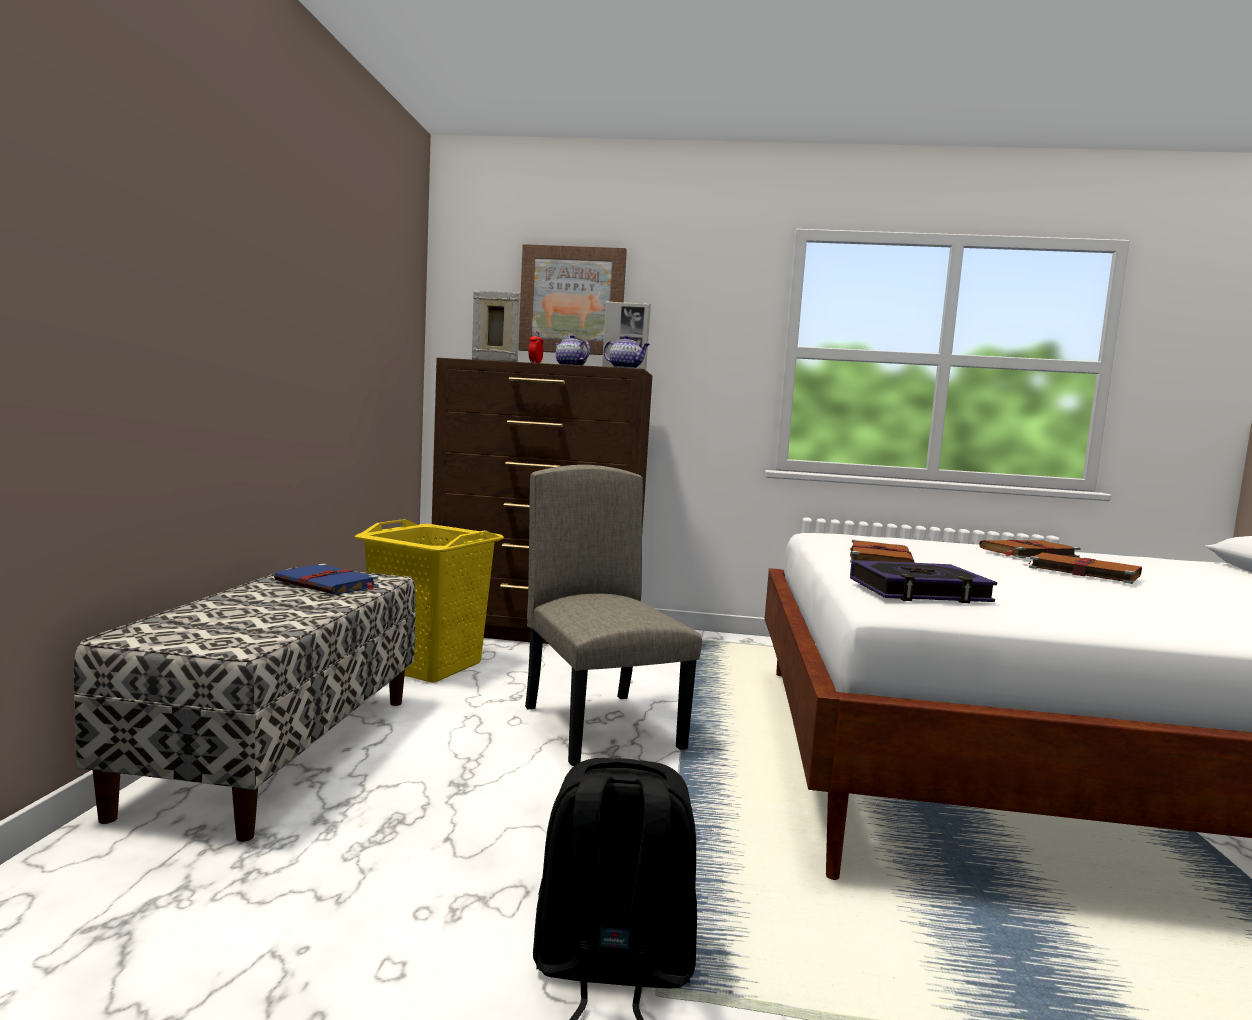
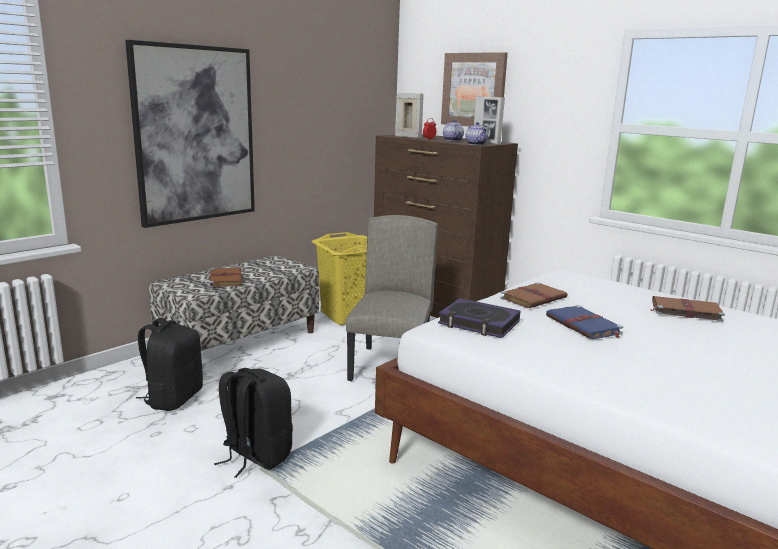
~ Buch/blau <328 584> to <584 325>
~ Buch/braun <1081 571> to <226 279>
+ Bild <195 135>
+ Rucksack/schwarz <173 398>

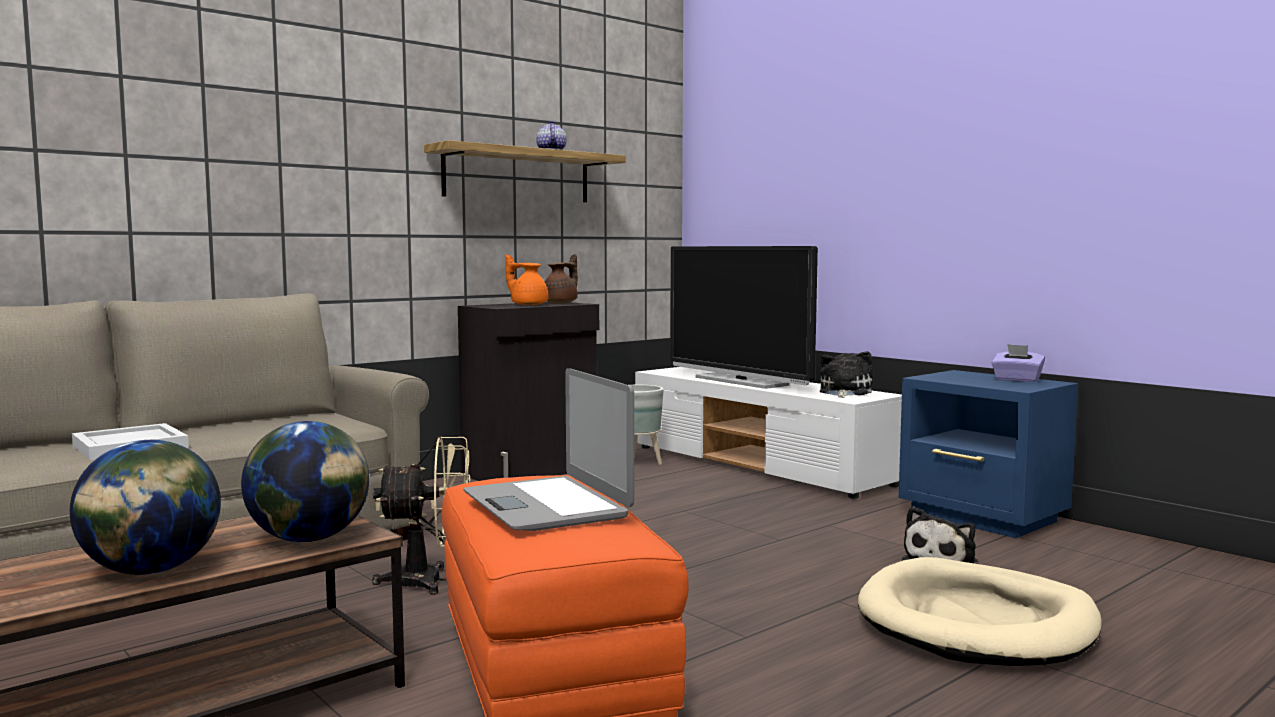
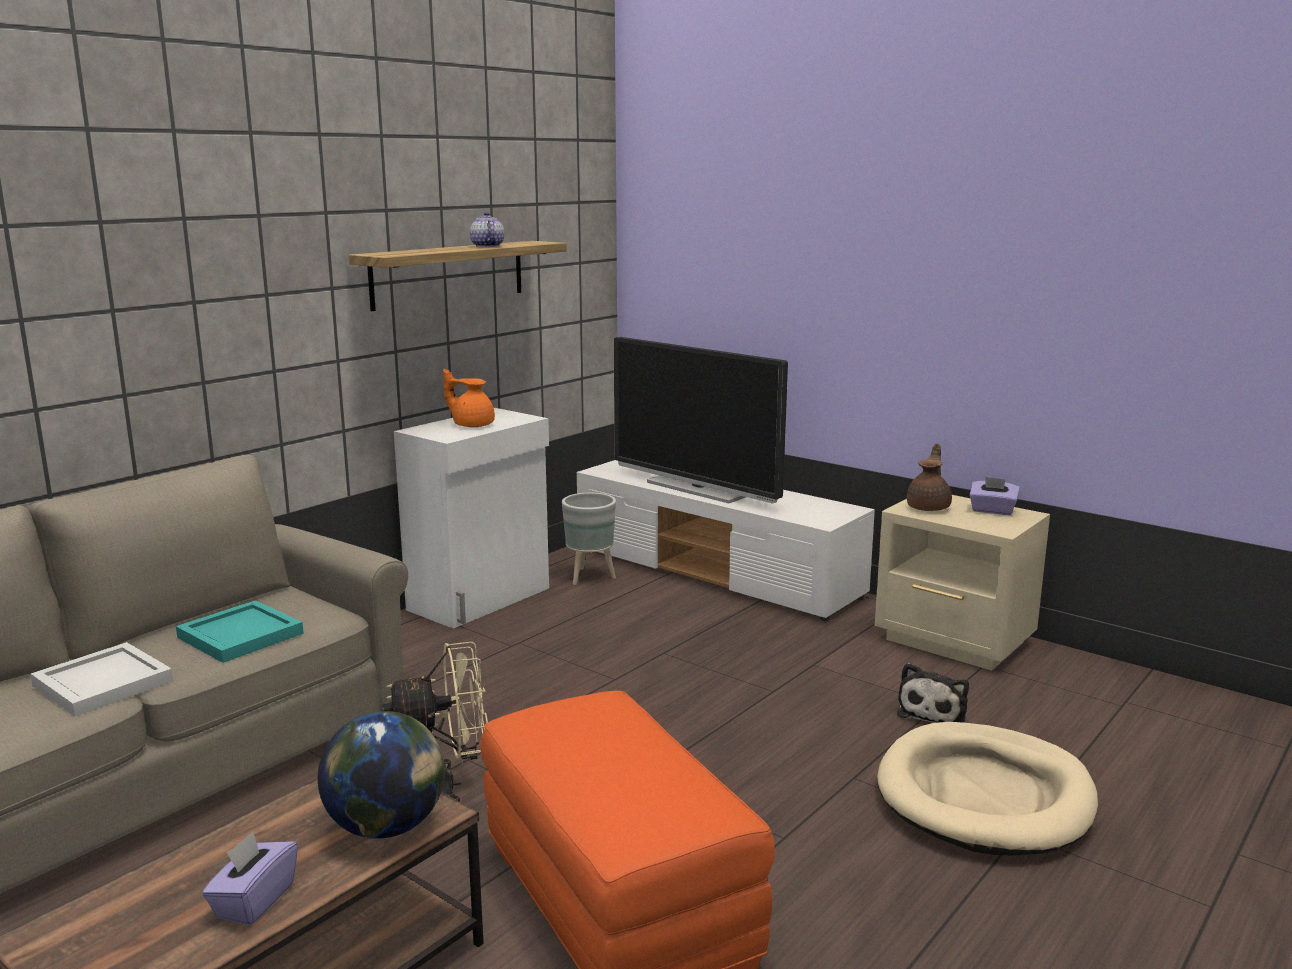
~ Globus <151 571> to Taschentuchbox/lila <254 901>
~ Schrank/schwarz <532 471> to Schrank/weiß <481 599>
- Laptop <547 505>
~ Teekanne/braun <561 303> to <929 507>
- Plüschtier <844 392>
~ Nachttisch/blau <983 518> to Nachttisch/beige <955 642>
+ Tablett/türkis <241 634>

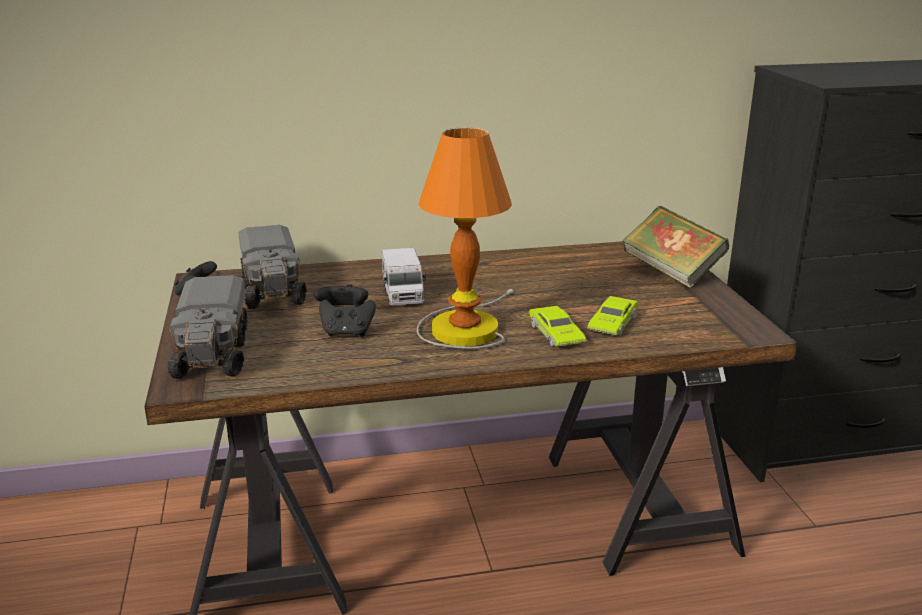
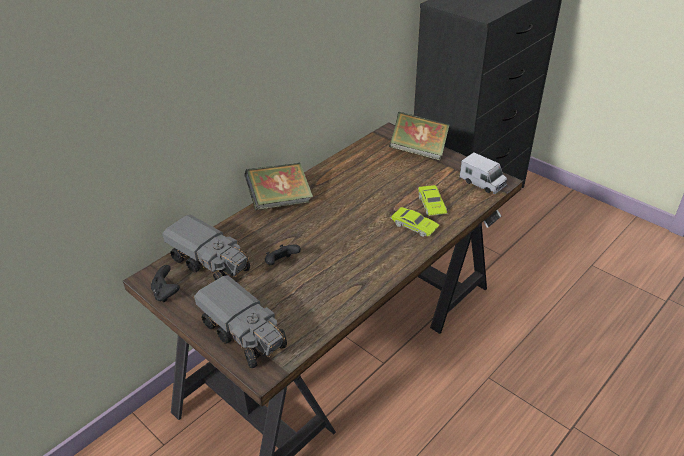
- Gamepad/schwarz <347 333>
~ Spielzeuglaster <403 294> to <482 183>
- Tischlampe <465 327>
+ Buch <280 202>

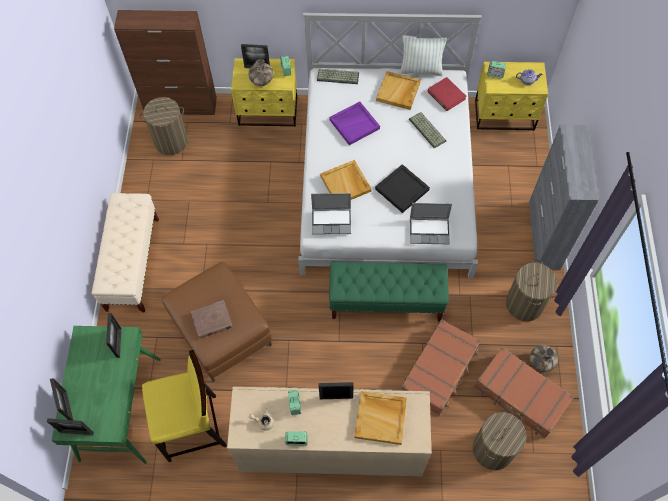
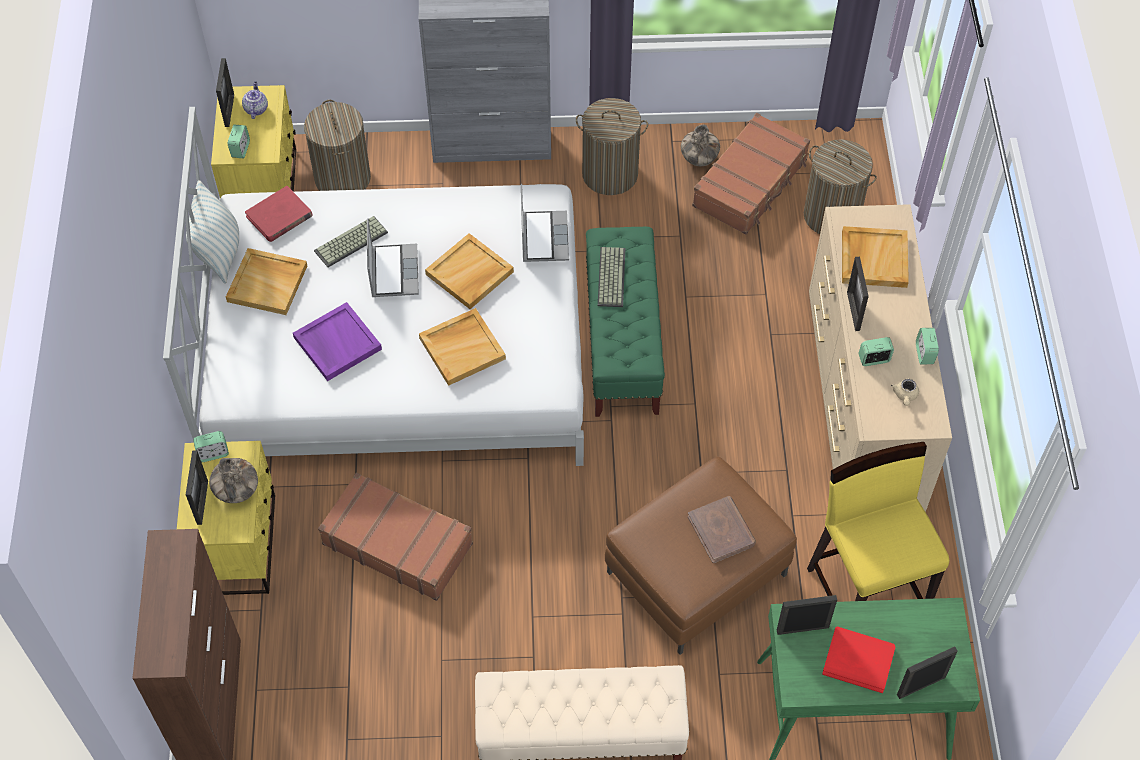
~ Bilderrahmen <77 432> to <229 110>
~ Wäschekorb <171 141> to <342 178>
~ Laptop <332 221> to <393 271>
~ Tastatur <338 76> to <610 276>
~ Tablett/schwarz <401 189> to Tablett/beige <469 274>
~ Koffer/braun <440 370> to <397 543>
+ Buch/rot <858 660>

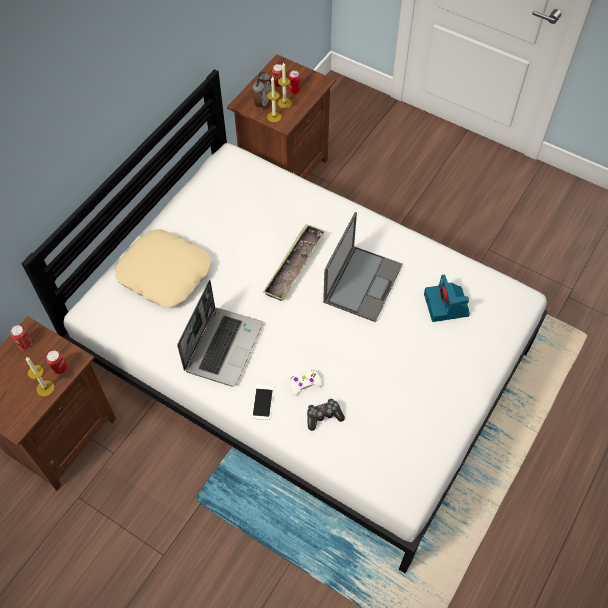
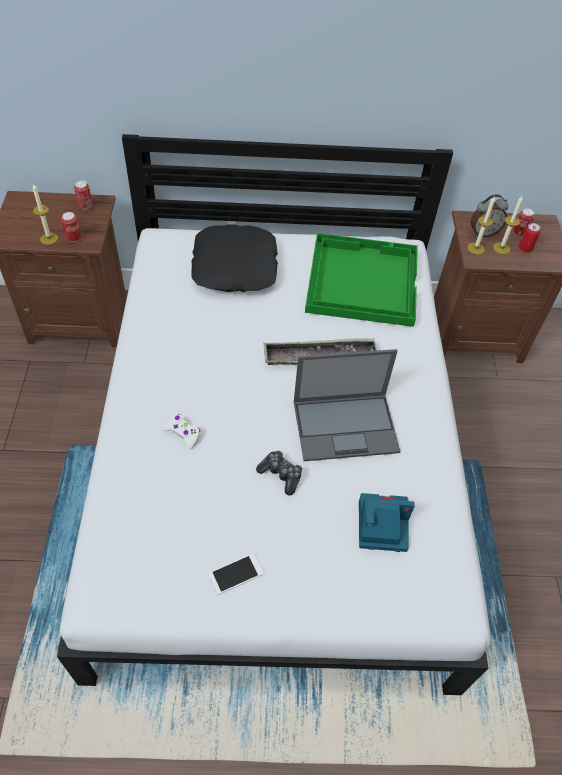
~ Kissen/beige <165 272> to Kissen/schwarz <235 266>
- Laptop <223 346>
~ Handy <263 402> to <236 574>
~ Gamepad <323 416> to <281 475>
~ Kamera <447 305> = <381 525> 45 degrees clockwise
+ Tablett/grün <361 280>

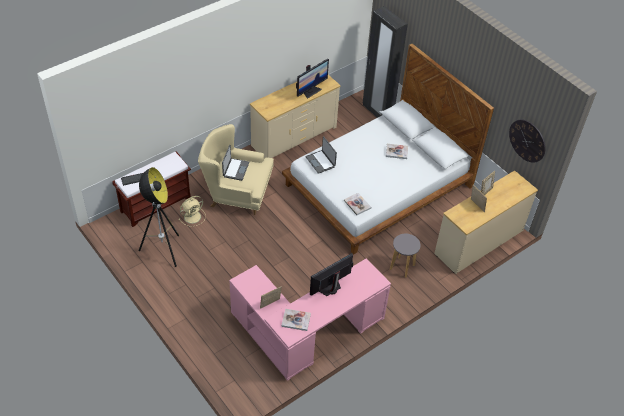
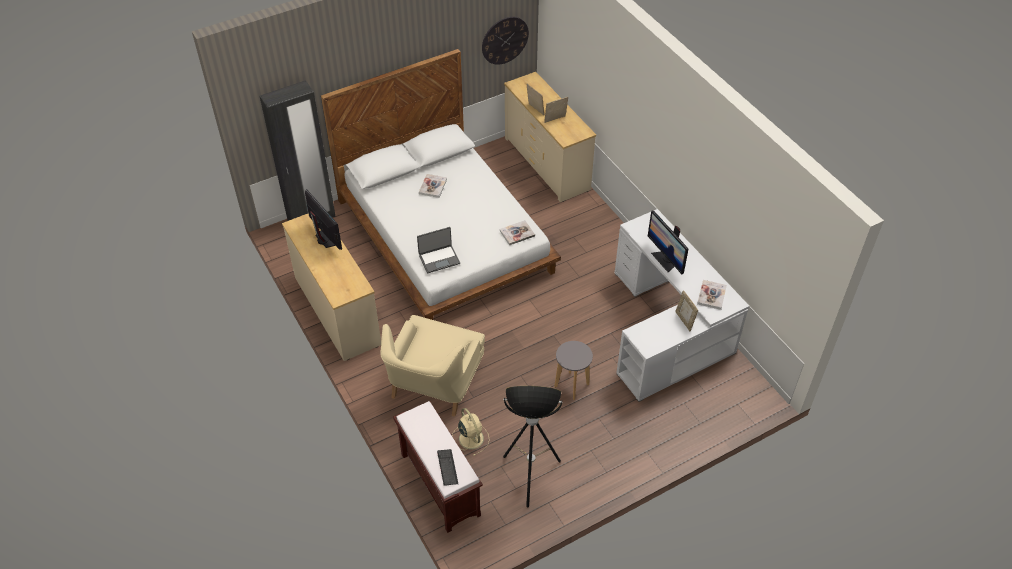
- Laptop <235 169>
~ Schreibtisch/rosa <305 332> to Schreibtisch/weiß <668 329>
~ Hocker/grau <402 267> to <571 385>

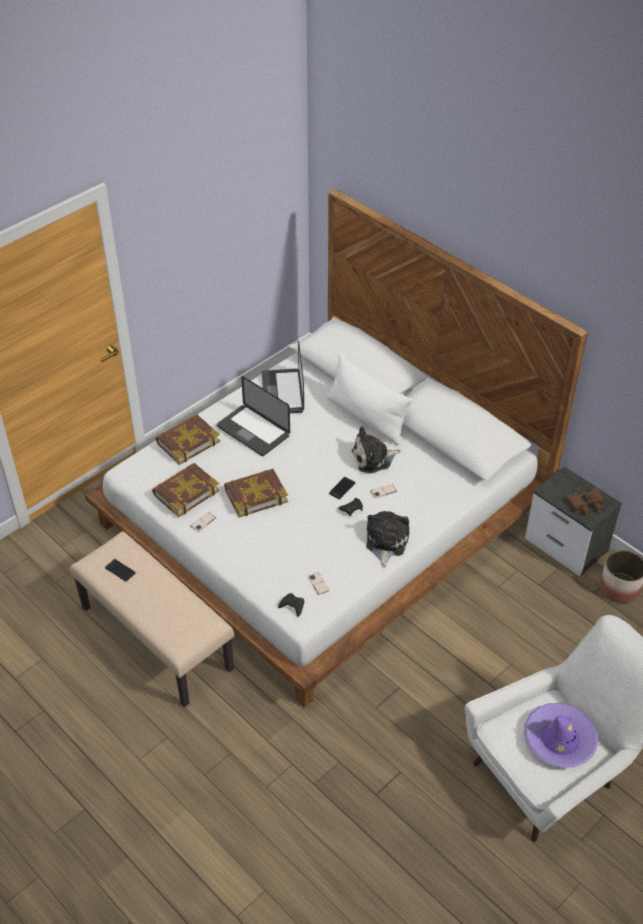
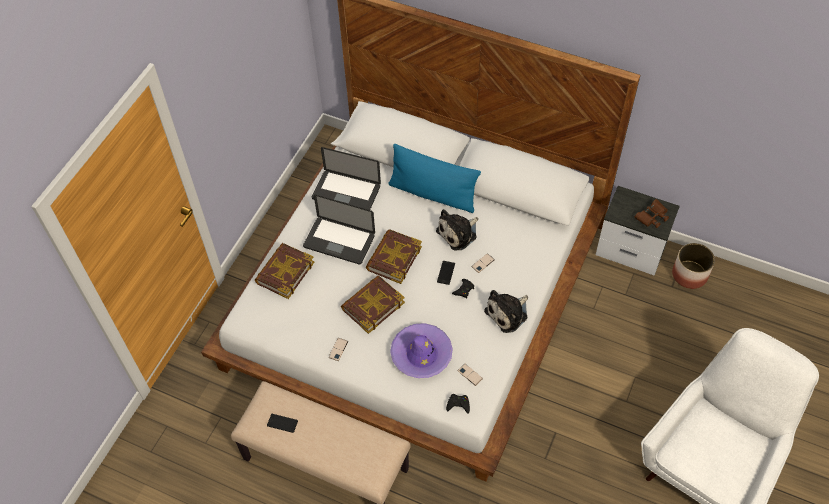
~ Buch <186 492> to <393 258>
~ Laptop <282 393> = <346 192> 45 degrees counterclockwise
~ Kissen/weiß <366 417> to Kissen/blau <433 194>
~ Plüschtier <386 542> = <508 313> 120 degrees counterclockwise
~ Hut/lila <559 739> to <421 354>

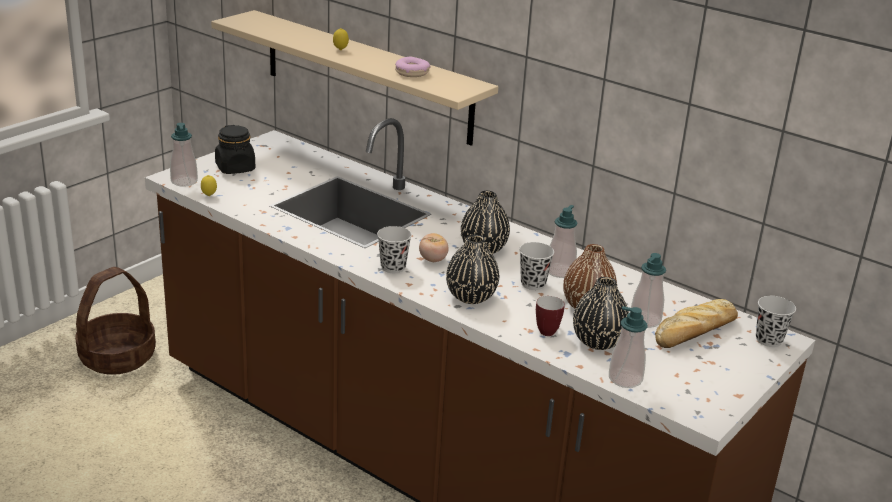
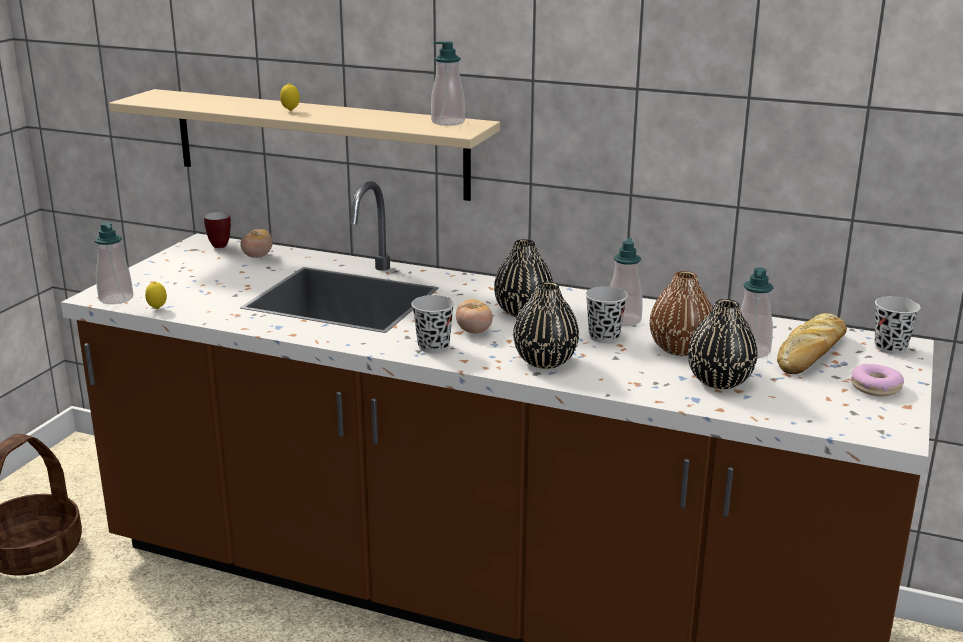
- Vorratsglas/schwarz <235 168>
~ Donut <412 73> to <875 387>
~ Henkelbecher <547 330> to <220 244>
~ Seifenspender <625 379> to <448 122>
+ Tomate <257 256>

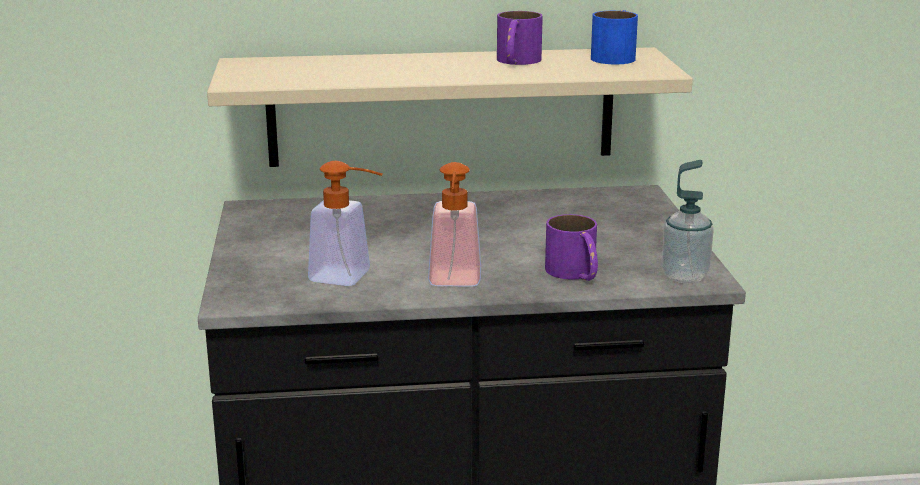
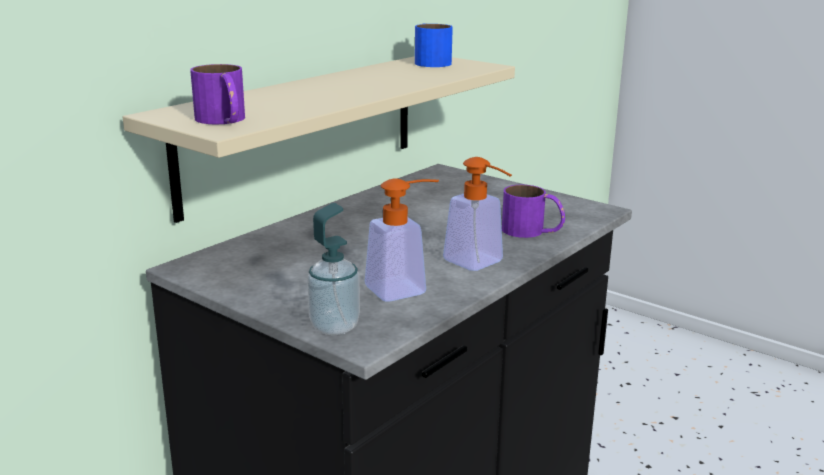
~ Henkelbecher/lila <516 62> to <224 121>
~ Seifenspender <684 276> to <334 326>

